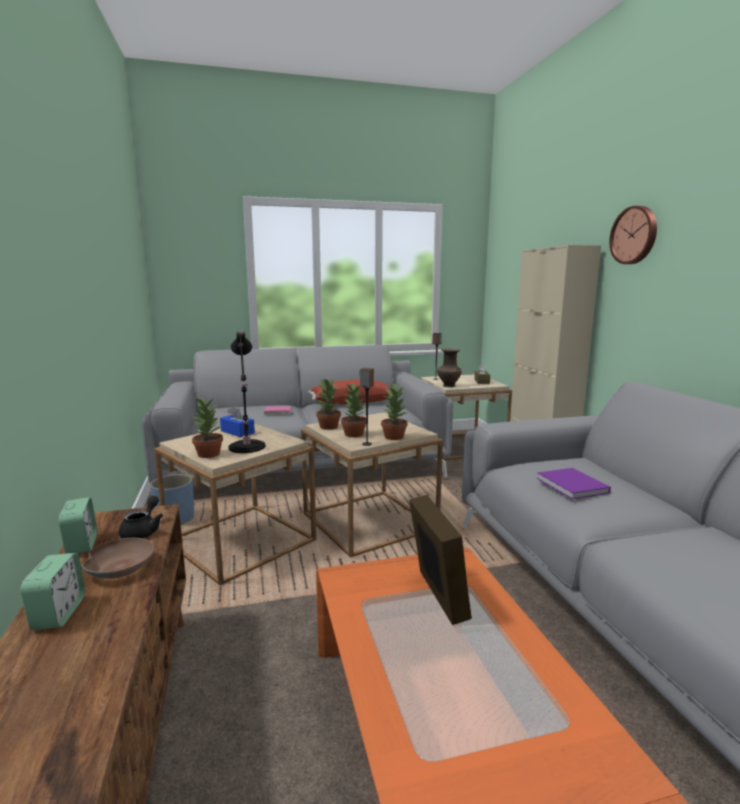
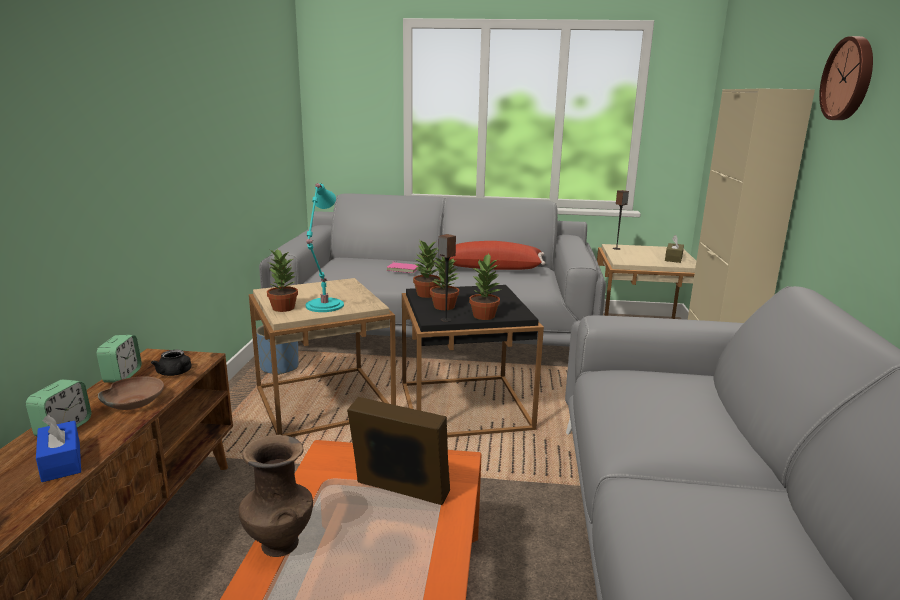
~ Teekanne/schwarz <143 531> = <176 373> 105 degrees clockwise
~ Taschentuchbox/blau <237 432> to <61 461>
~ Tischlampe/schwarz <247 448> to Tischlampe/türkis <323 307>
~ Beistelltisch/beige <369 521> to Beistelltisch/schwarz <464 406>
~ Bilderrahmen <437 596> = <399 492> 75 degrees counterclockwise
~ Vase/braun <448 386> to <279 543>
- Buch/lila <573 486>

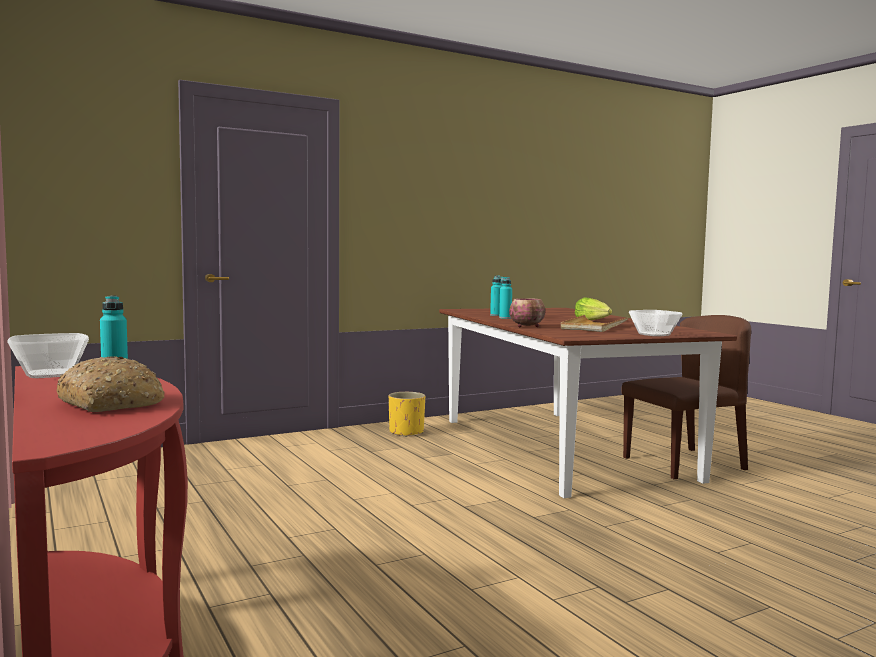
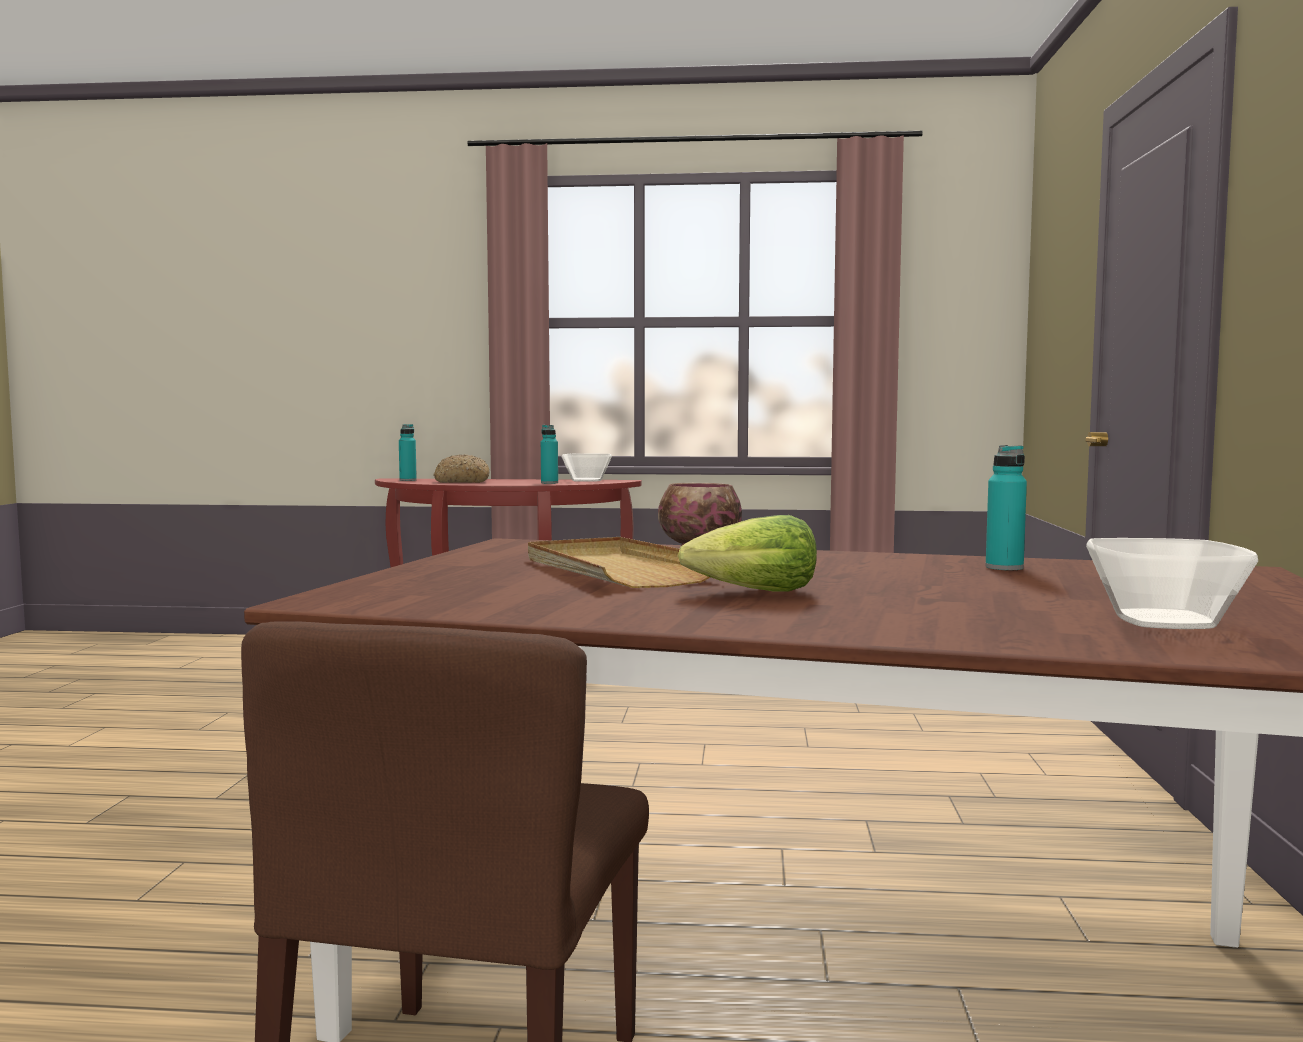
- Pflanzkübel/gelb <406 432>
~ Flasche/türkis <505 318> to <408 480>
~ Schüssel <655 334> to <1163 621>

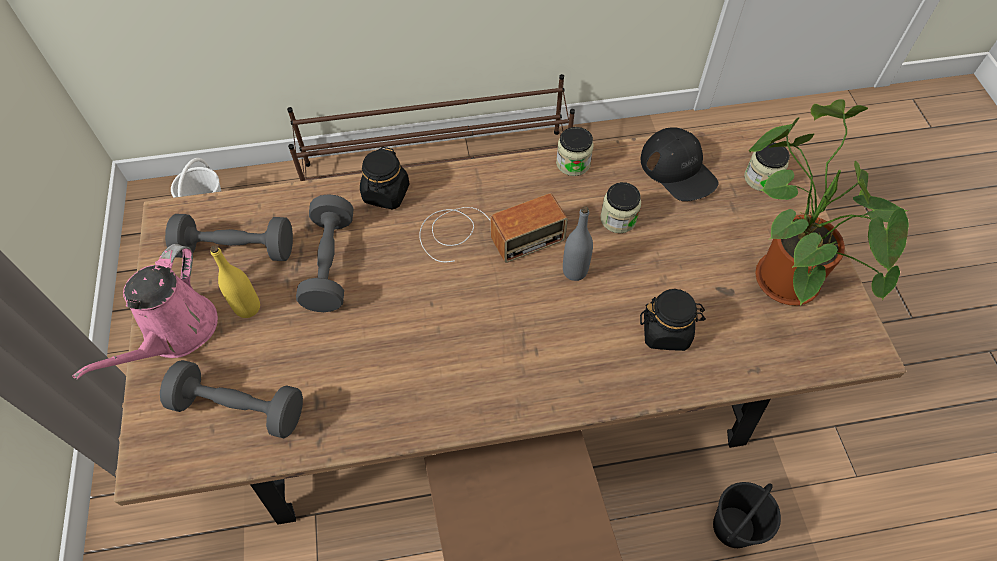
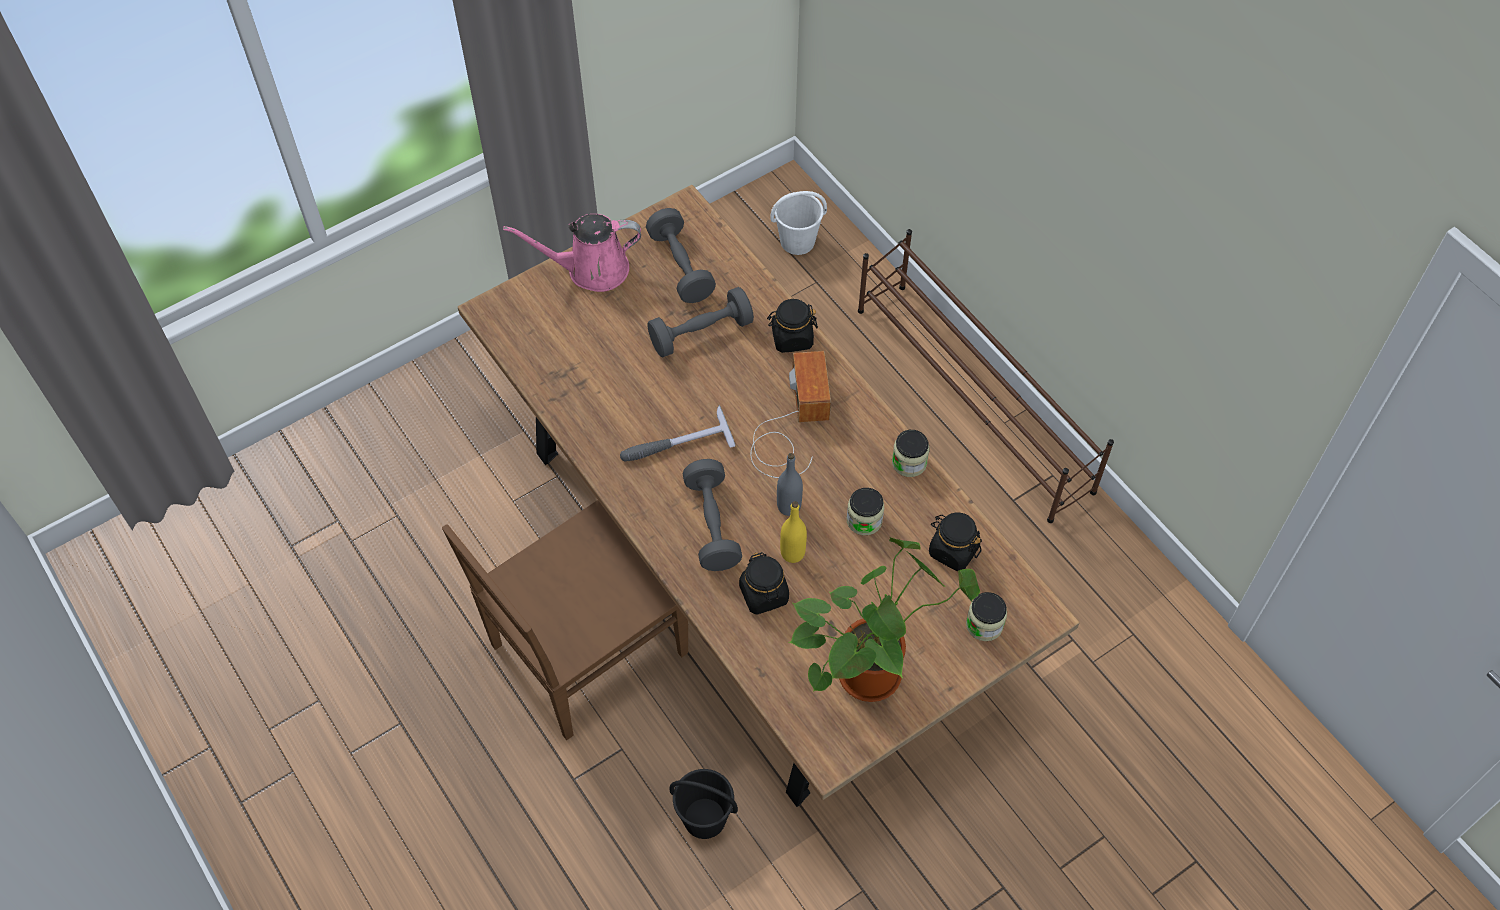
~ Hantel/grau <239 408> to <712 524>
~ Flasche/gelb <247 307> to <792 553>
~ Radio <485 234> = <790 426> 135 degrees counterclockwise
~ Kappe/schwarz <678 170> to Vorratsglas/schwarz <953 550>
+ Hammer <674 443>

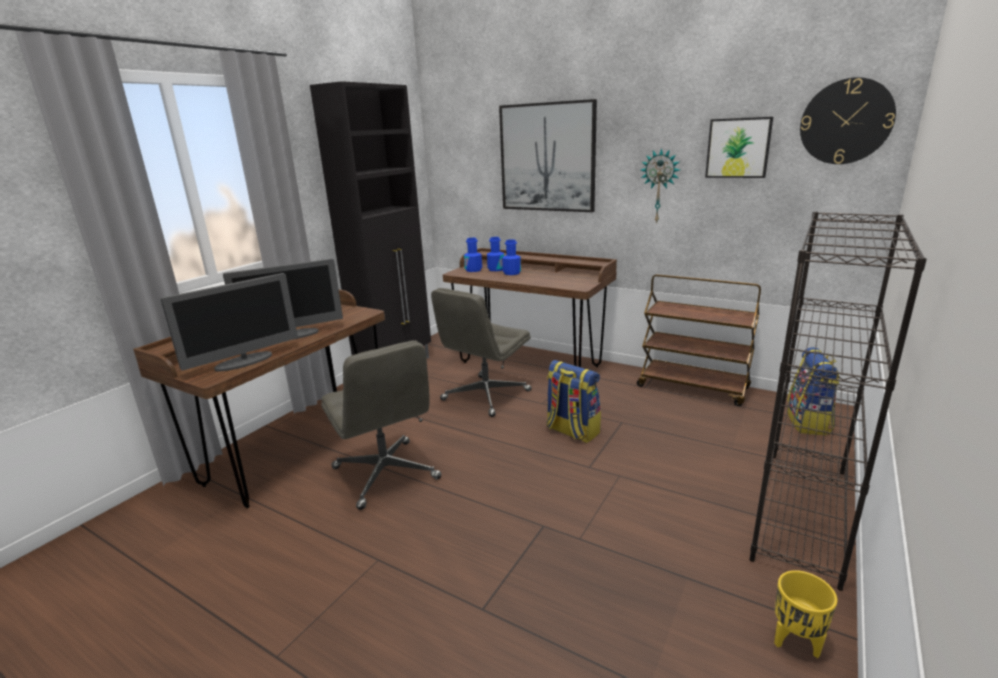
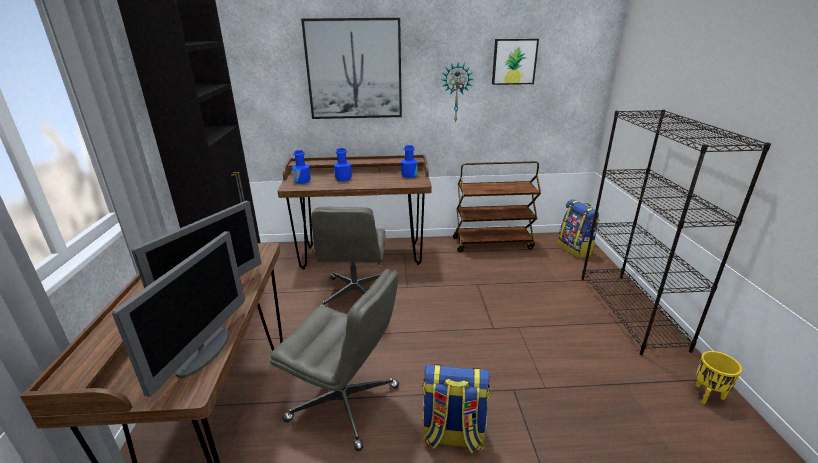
~ Flasche/blau <496 269> to <409 175>
~ Rucksack <571 431> to <452 436>
- Wanduhr <846 122>

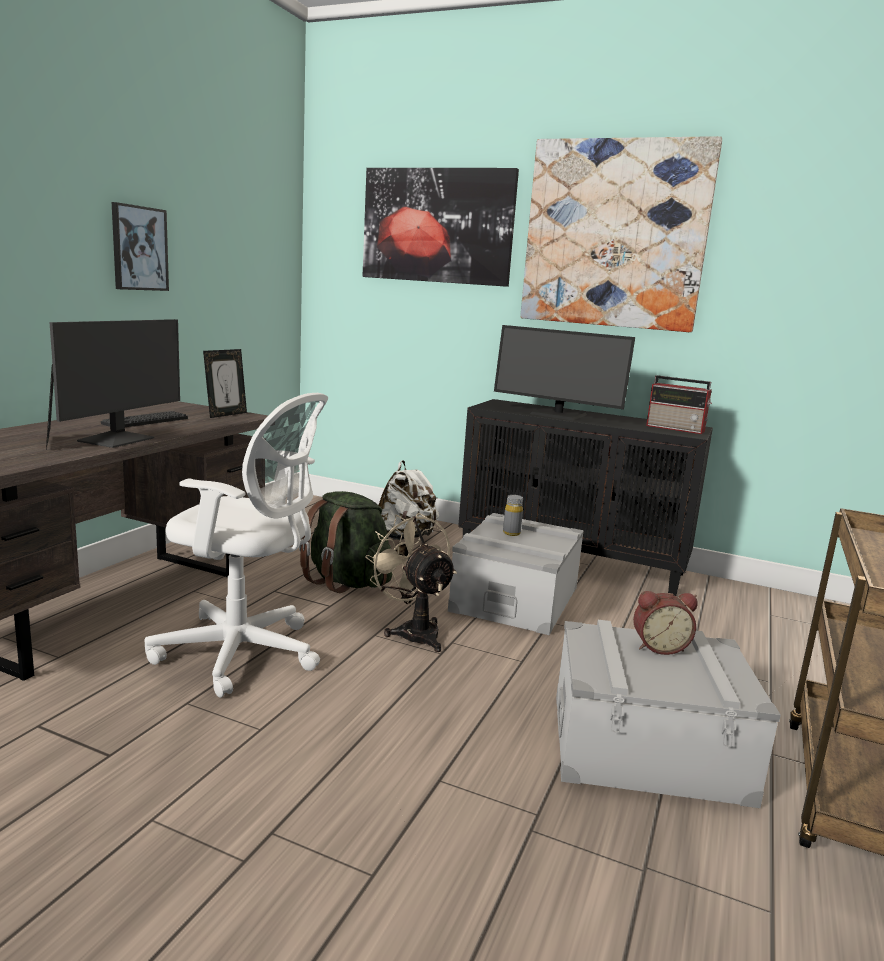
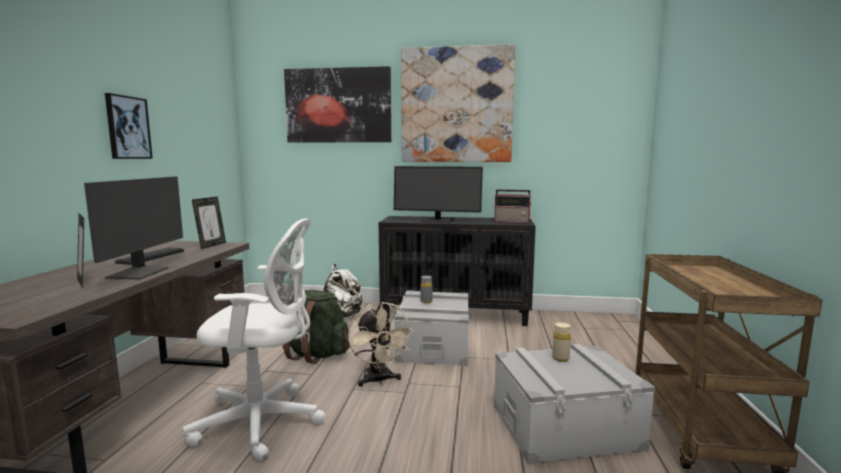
~ Ventilator/beige <413 631> = <379 380> 150 degrees counterclockwise
~ Wecker <659 646> to Flasche/beige <560 358>

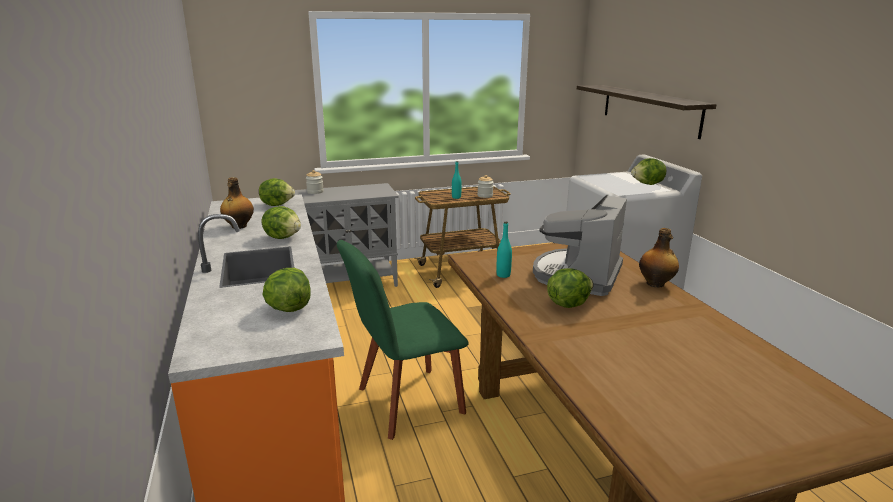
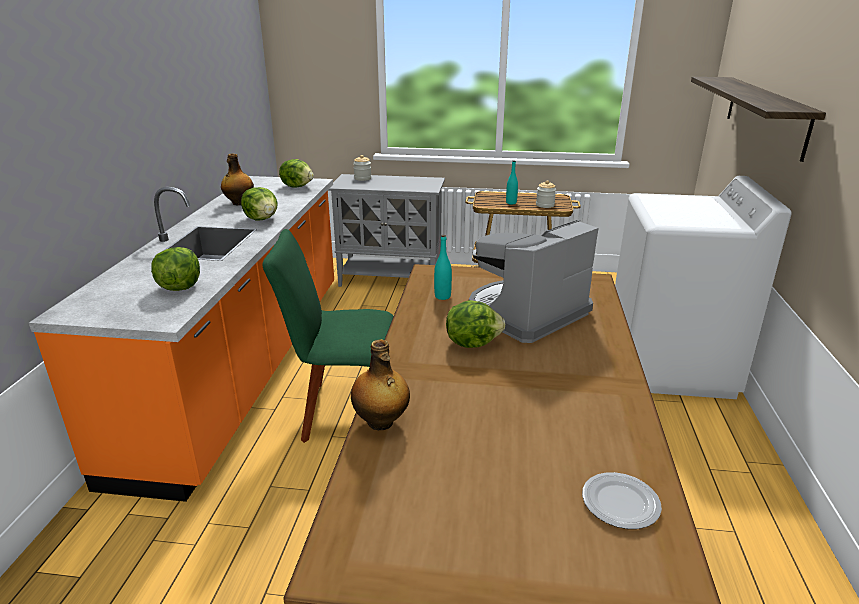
- Salatkopf <648 184>
~ Flasche <656 284> to <381 422>
+ Teller <619 504>

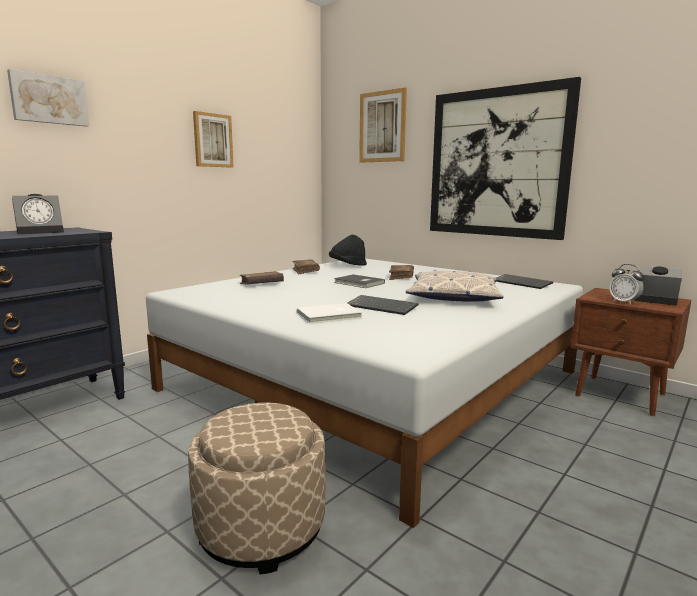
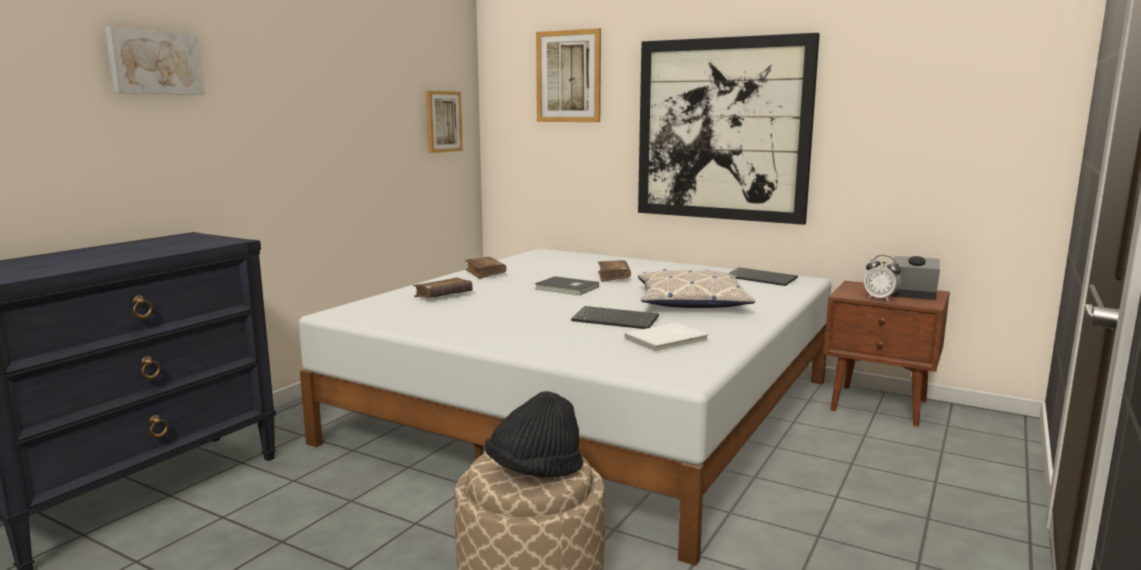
- Wecker <42 232>
~ Bild <212 140> to <442 121>
~ Buch/weiß <330 316> to <668 340>
~ Hut/schwarz <347 265> to <534 471>

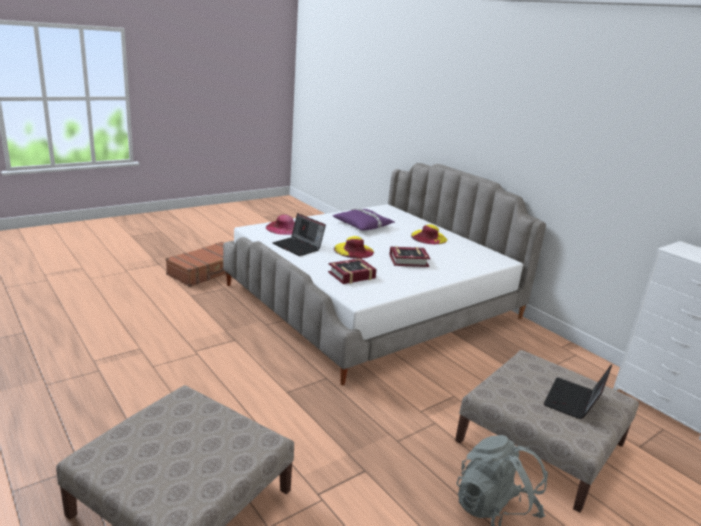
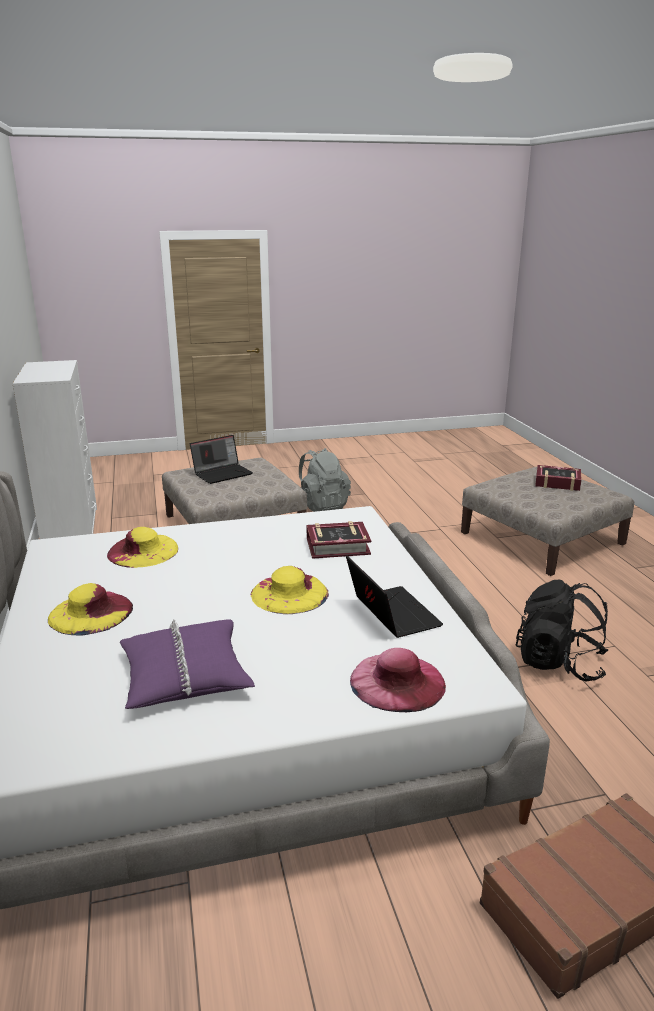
~ Buch <408 260> to <557 483>
+ Hut/gelb <143 551>
+ Rucksack/schwarz <559 663>

